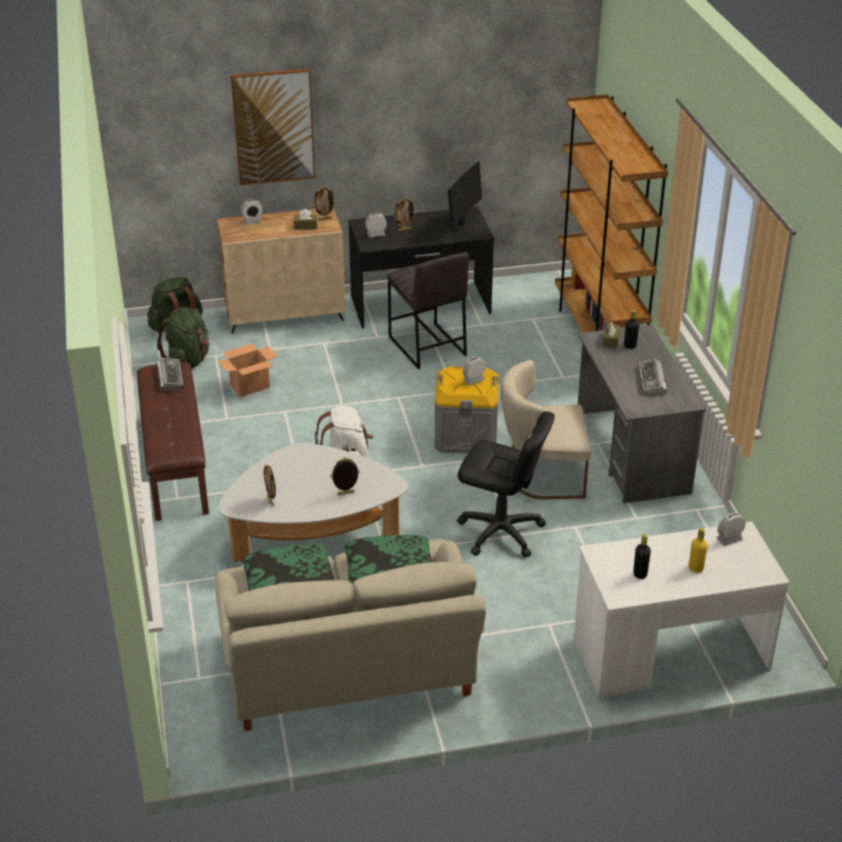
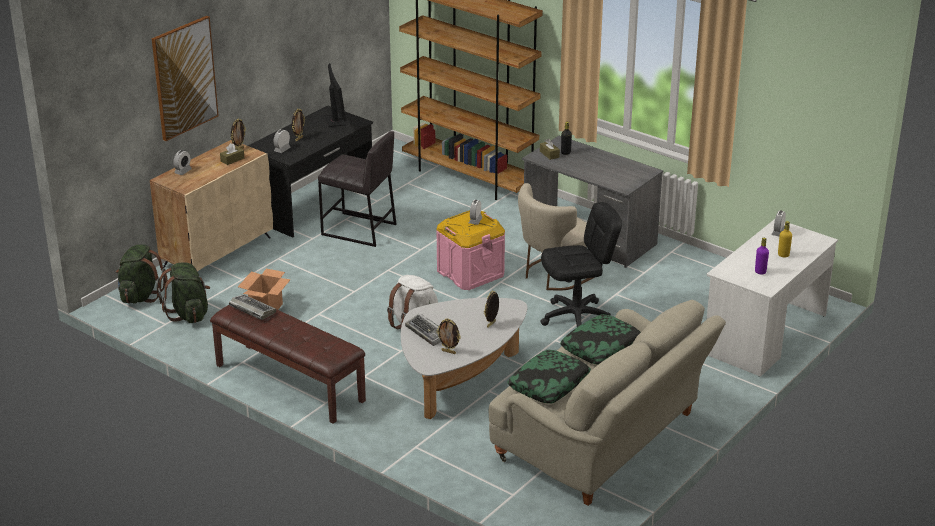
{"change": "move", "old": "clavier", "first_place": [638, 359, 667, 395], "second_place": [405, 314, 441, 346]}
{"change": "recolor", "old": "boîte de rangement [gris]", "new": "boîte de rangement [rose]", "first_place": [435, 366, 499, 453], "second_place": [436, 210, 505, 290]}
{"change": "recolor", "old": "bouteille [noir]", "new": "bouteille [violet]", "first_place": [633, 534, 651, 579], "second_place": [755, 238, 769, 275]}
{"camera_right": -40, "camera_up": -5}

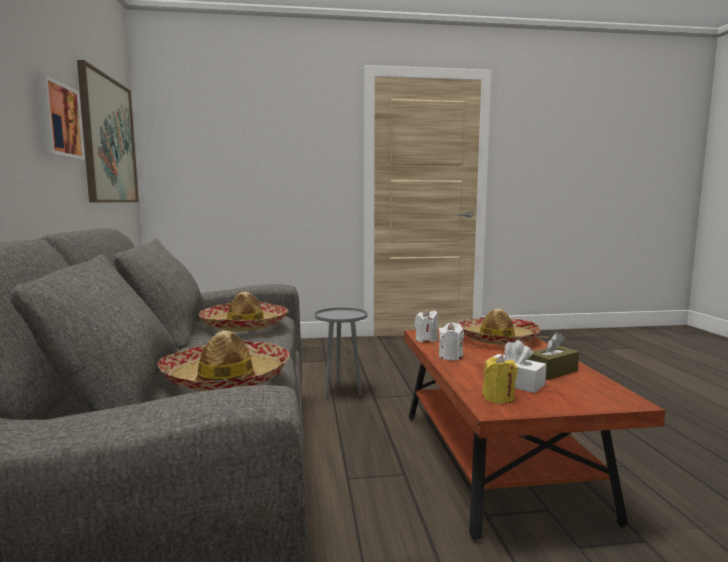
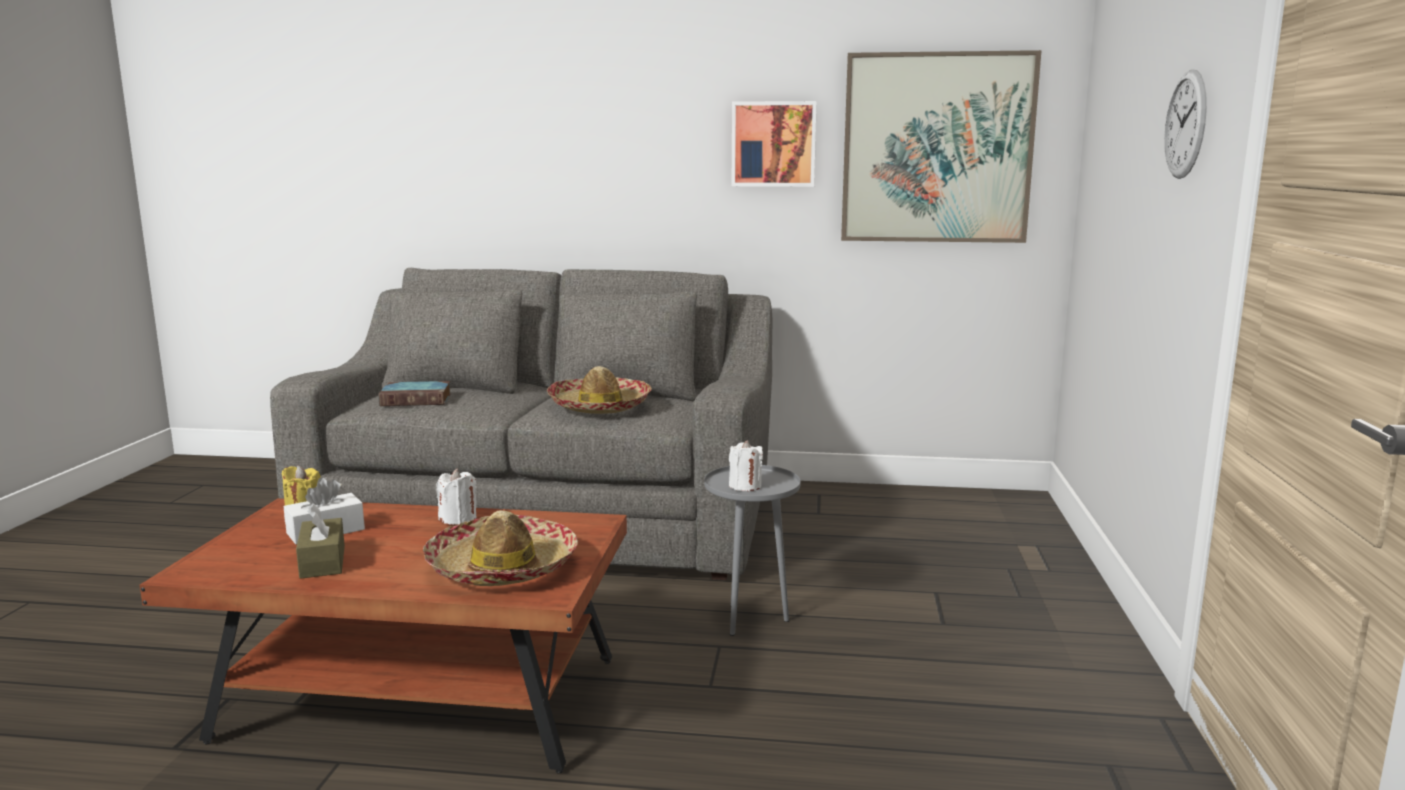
{"change": "insert", "new": "horloge murale", "second_place": [1164, 69, 1207, 179]}
{"change": "move", "old": "bougie [blanc]", "first_place": [414, 309, 438, 343], "second_place": [729, 440, 763, 491]}
{"change": "replace", "old": "chapeau", "new": "livre", "first_place": [157, 331, 290, 391], "second_place": [378, 381, 451, 406]}
{"camera_right": 105, "camera_up": 5}

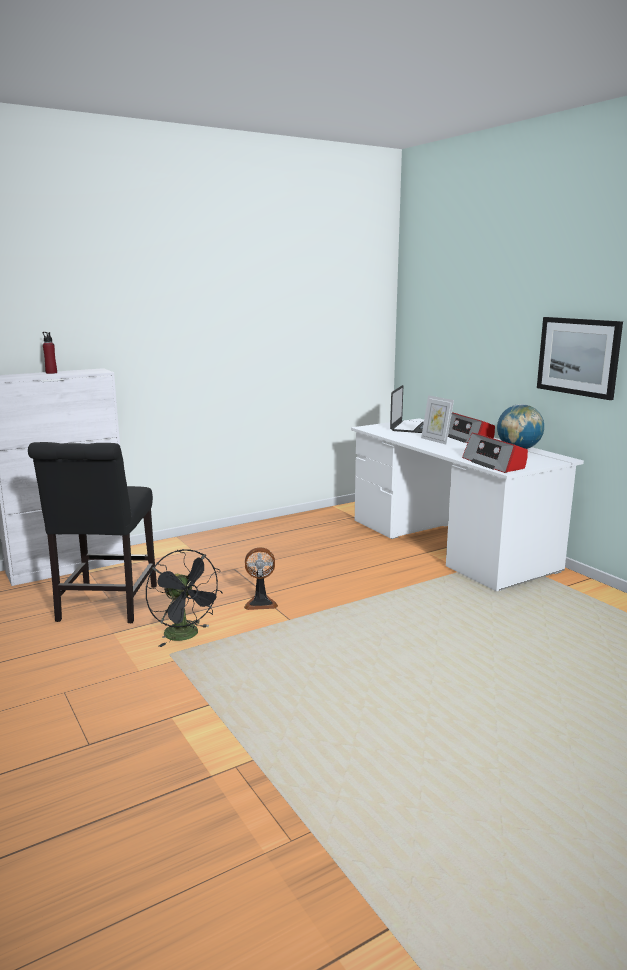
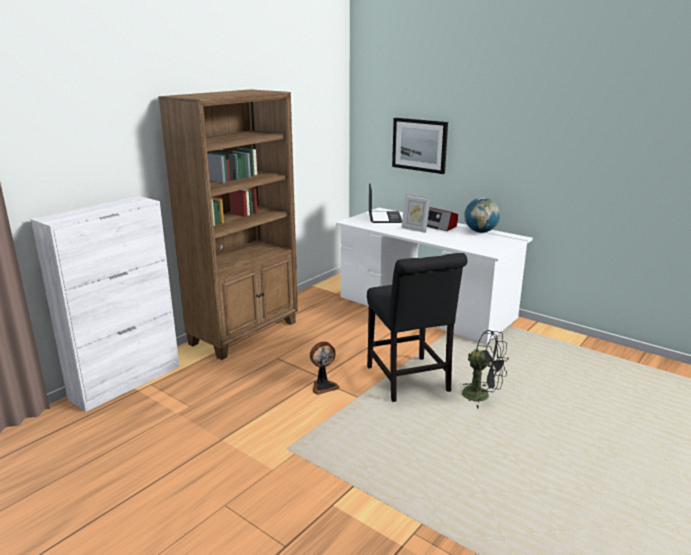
{"change": "delete", "old": "bouteille [rouge]", "first_place": [43, 332, 57, 374]}
{"change": "delete", "old": "radio", "first_place": [462, 433, 528, 473]}
{"change": "insert", "new": "bibliothèque [marron]", "second_place": [158, 89, 298, 360]}
{"change": "move", "old": "chaise [noir]", "first_place": [28, 442, 157, 623], "second_place": [367, 253, 468, 402]}
{"change": "move", "old": "ventilateur [noir]", "first_place": [146, 549, 223, 647], "second_place": [459, 330, 509, 409]}
{"change": "move", "old": "tableau", "first_place": [537, 317, 623, 400], "second_place": [392, 118, 448, 174]}
{"camera_right": -20, "camera_up": 5}

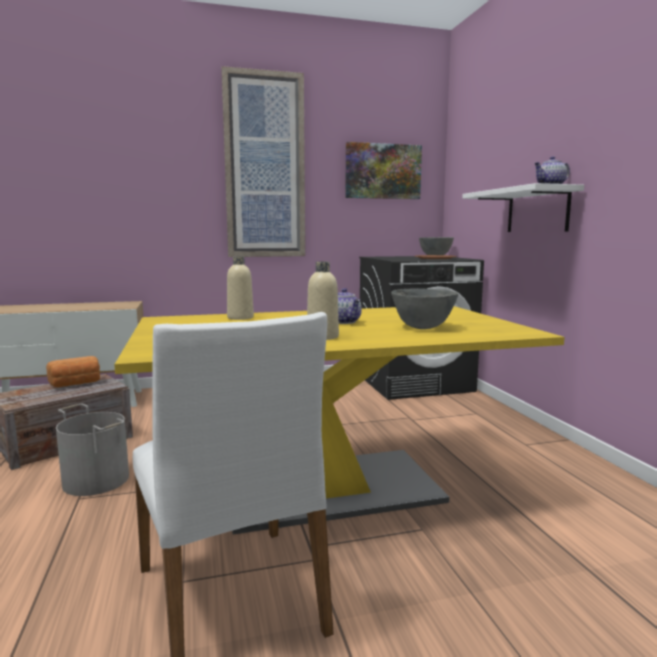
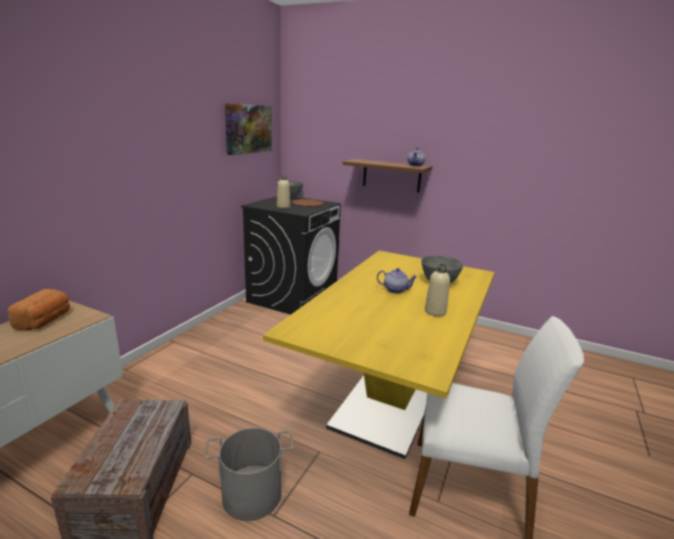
{"change": "delete", "old": "tableau", "first_place": [221, 66, 305, 257]}
{"change": "move", "old": "pain", "first_place": [46, 356, 100, 387], "second_place": [8, 289, 70, 330]}
{"change": "move", "old": "bouteille [beige]", "first_place": [227, 256, 254, 320], "second_place": [277, 175, 290, 208]}
{"change": "recolor", "old": "étagère [blanc]", "new": "étagère [marron]", "first_place": [462, 183, 584, 232], "second_place": [343, 159, 433, 193]}
{"camera_right": -50, "camera_up": 10}

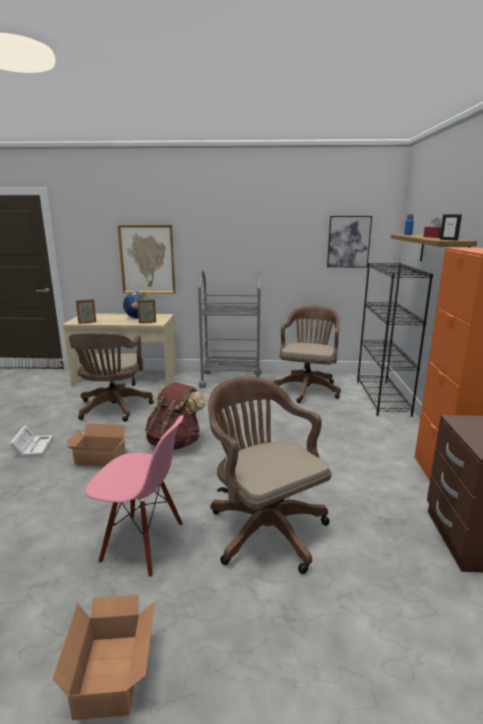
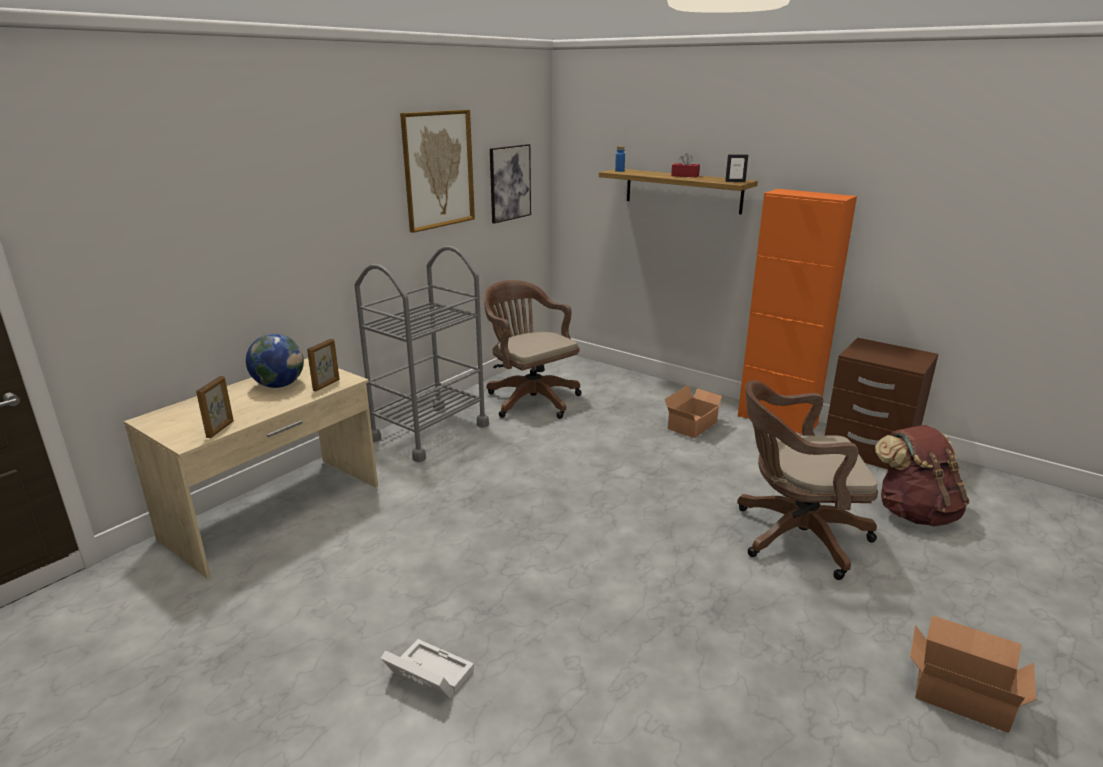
{"change": "delete", "old": "chaise de bureau [marron]", "first_place": [69, 333, 154, 422]}
{"change": "delete", "old": "chaise [rose]", "first_place": [85, 415, 184, 577]}
{"change": "delete", "old": "bibliothèque [noir]", "first_place": [357, 263, 433, 417]}
{"change": "move", "old": "carton", "first_place": [67, 423, 130, 467], "second_place": [665, 385, 728, 438]}
{"change": "move", "old": "tableau", "first_place": [117, 225, 175, 293], "second_place": [400, 110, 475, 233]}
{"change": "move", "old": "sac à dos [marron]", "first_place": [145, 382, 207, 450], "second_place": [875, 425, 969, 527]}
{"camera_right": -55, "camera_up": 5}

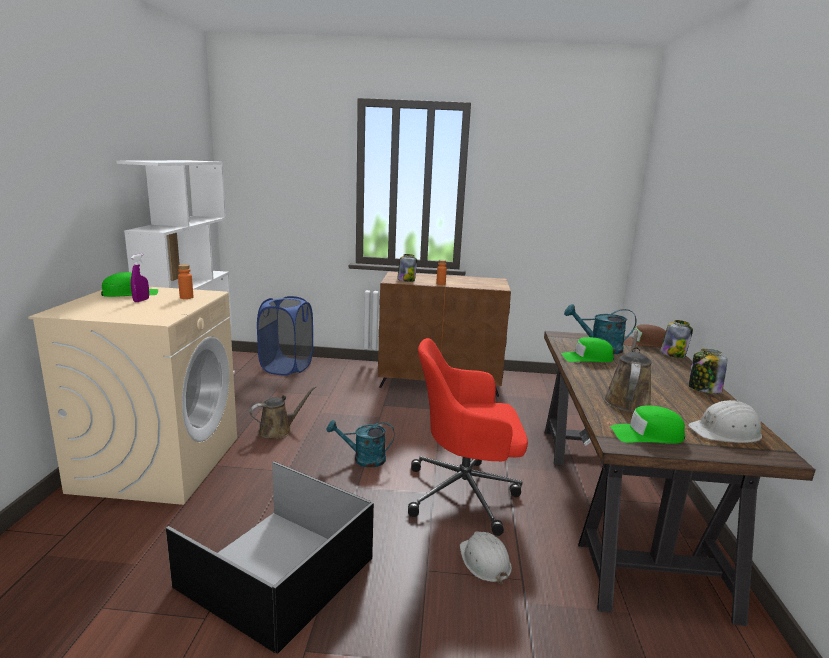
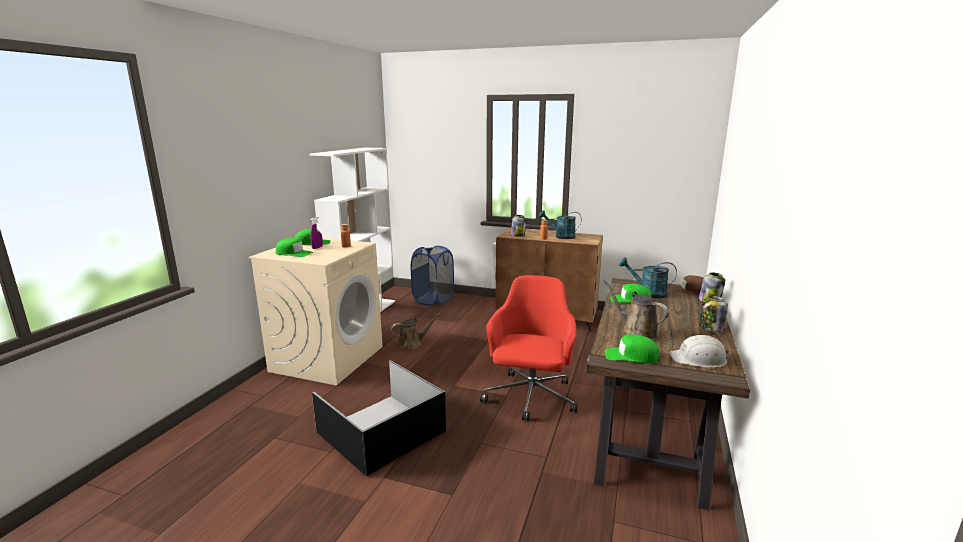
{"change": "delete", "old": "casque de chantier [blanc]", "first_place": [460, 531, 512, 584]}
{"change": "insert", "new": "casquette [vert]", "second_place": [275, 238, 314, 257]}
{"change": "move", "old": "arrosoir [turquoise]", "first_place": [327, 420, 394, 468], "second_place": [539, 210, 581, 239]}
{"change": "rotate", "old": "chaise de bureau [rouge]", "first_place": [408, 338, 528, 536], "second_place": [480, 275, 577, 421], "degrees": 90}
{"change": "rotate", "old": "arrosoir [marron]", "first_place": [603, 330, 651, 412], "second_place": [603, 280, 669, 340], "degrees": -75}
{"camera_right": 15, "camera_up": 0}

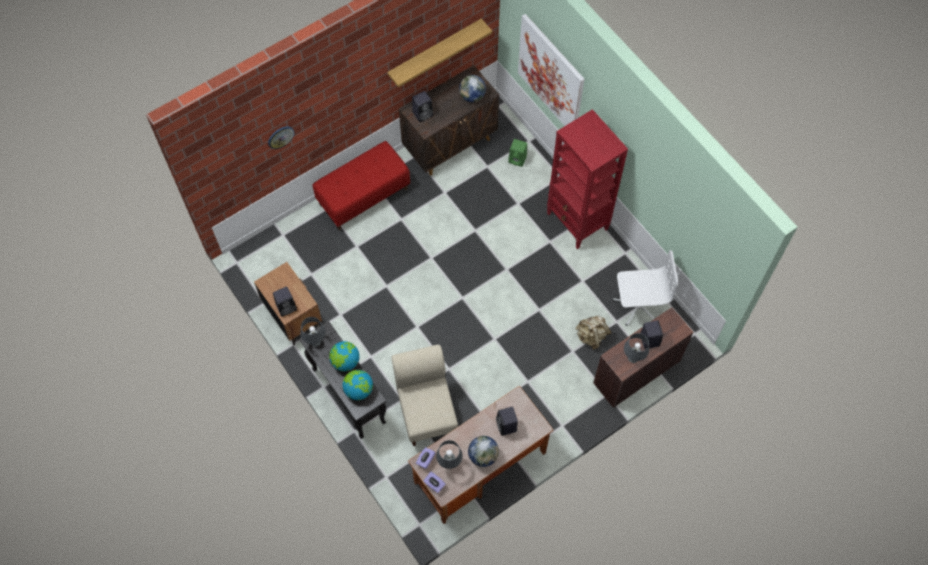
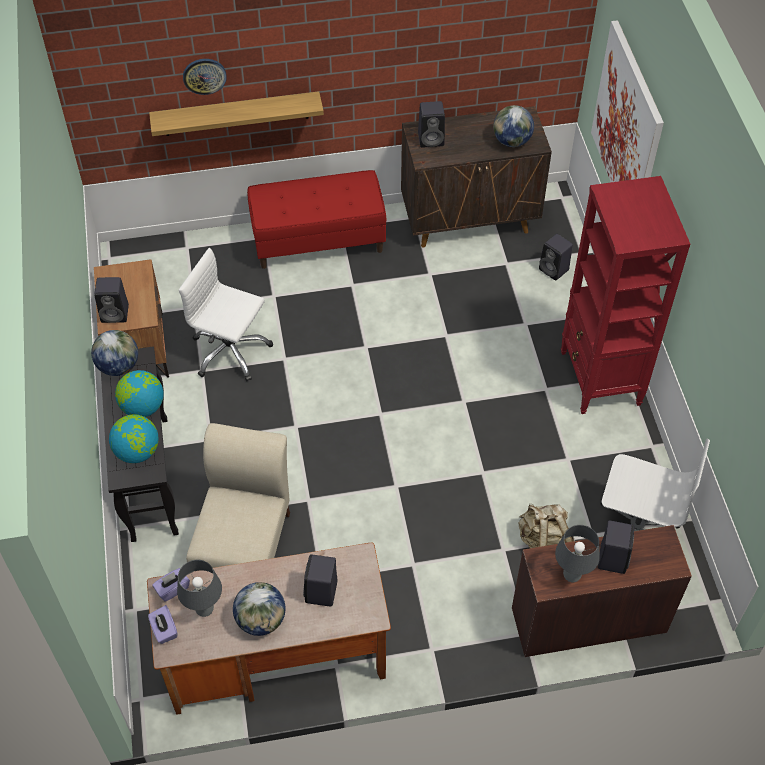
{"change": "insert", "new": "chaise de bureau [blanc]", "second_place": [179, 248, 273, 381]}
{"change": "move", "old": "étagère", "first_place": [387, 19, 492, 87], "second_place": [149, 91, 324, 136]}
{"change": "replace", "old": "lampe de table [gris]", "new": "globe", "first_place": [301, 317, 326, 347], "second_place": [91, 330, 138, 376]}
{"change": "recolor", "old": "enceinte [vert]", "new": "enceinte [noir]", "first_place": [508, 139, 527, 167], "second_place": [539, 234, 573, 281]}
{"camera_right": 25, "camera_up": -10}

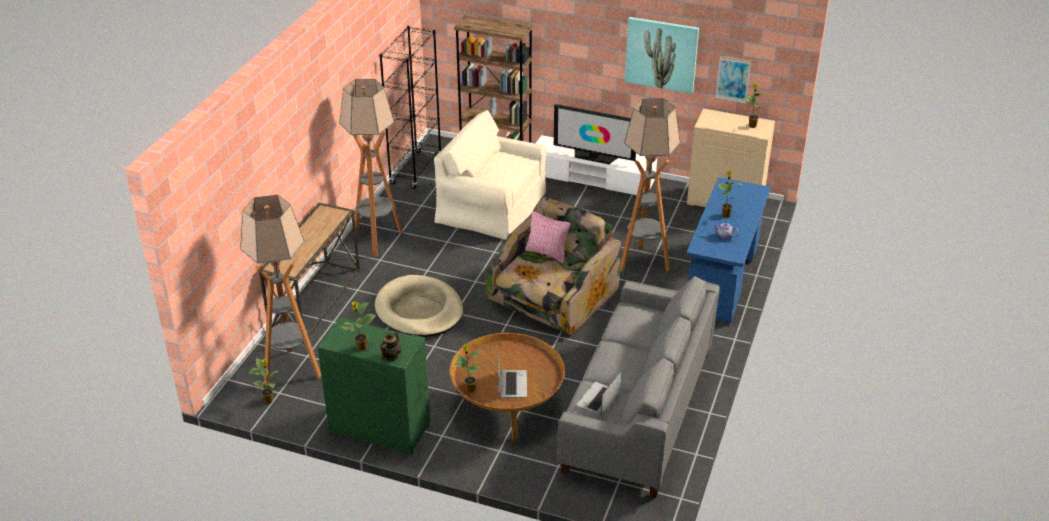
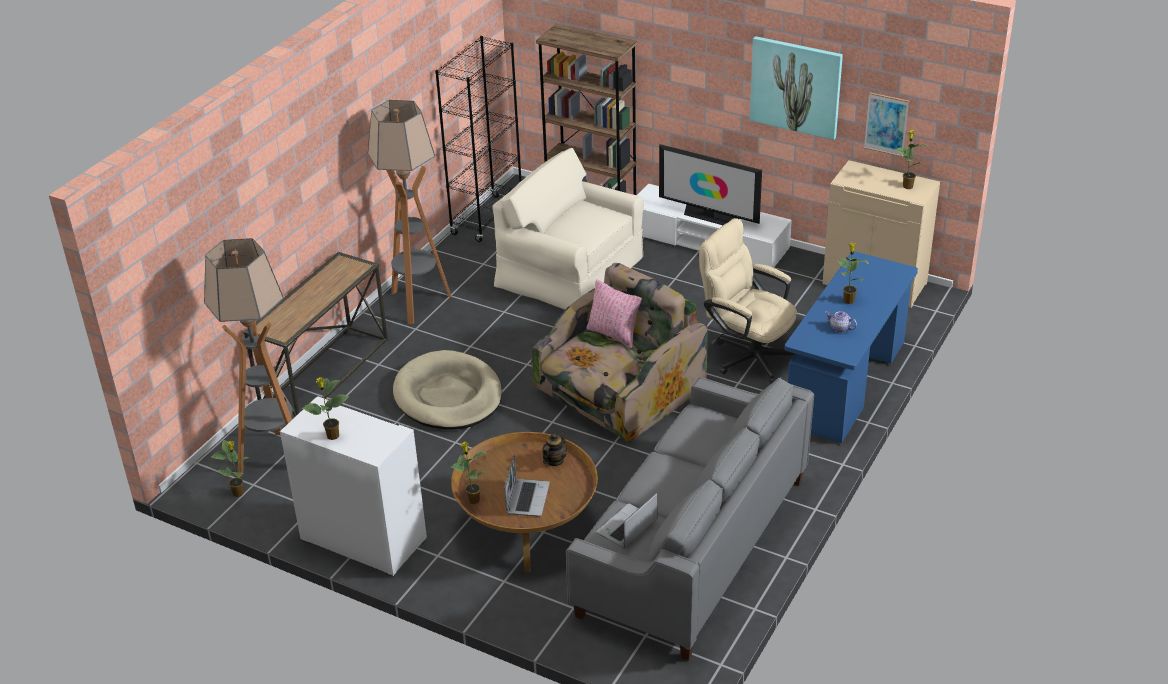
{"change": "move", "old": "théière", "first_place": [380, 331, 402, 361], "second_place": [543, 431, 567, 466]}
{"change": "replace", "old": "lampadaire", "new": "chaise de bureau [beige]", "first_place": [620, 98, 680, 272], "second_place": [699, 218, 797, 384]}
{"change": "recolor", "old": "meuble de rangement [vert]", "new": "meuble de rangement [blanc]", "first_place": [318, 317, 430, 456], "second_place": [280, 396, 427, 577]}
{"camera_right": 10, "camera_up": 0}

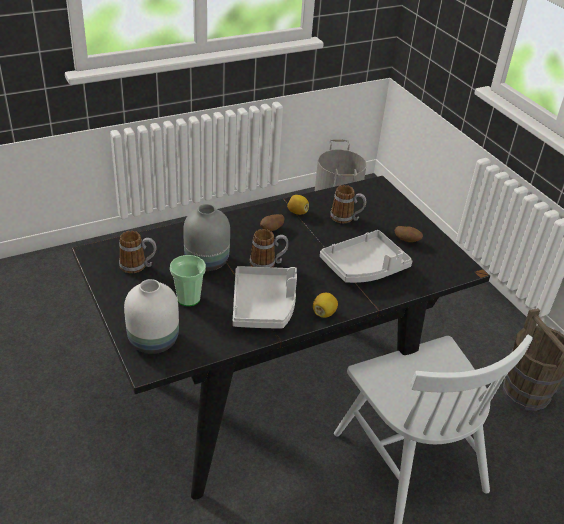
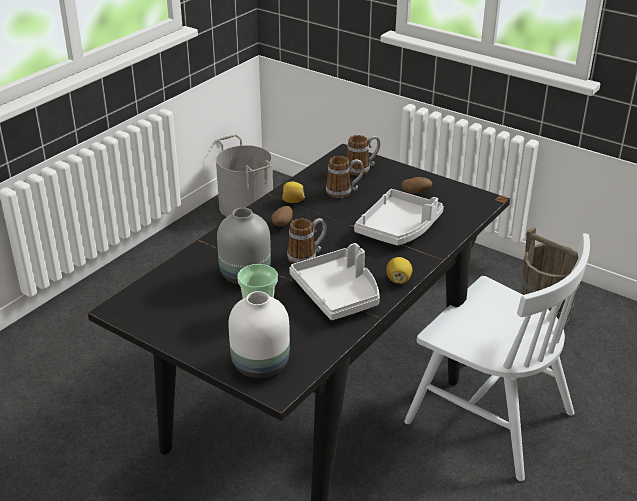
{"change": "move", "old": "mug", "first_place": [119, 231, 157, 273], "second_place": [347, 135, 380, 176]}
{"camera_right": -25, "camera_up": -5}

